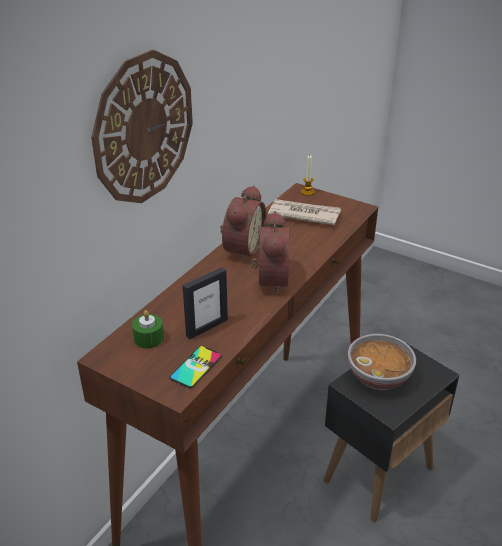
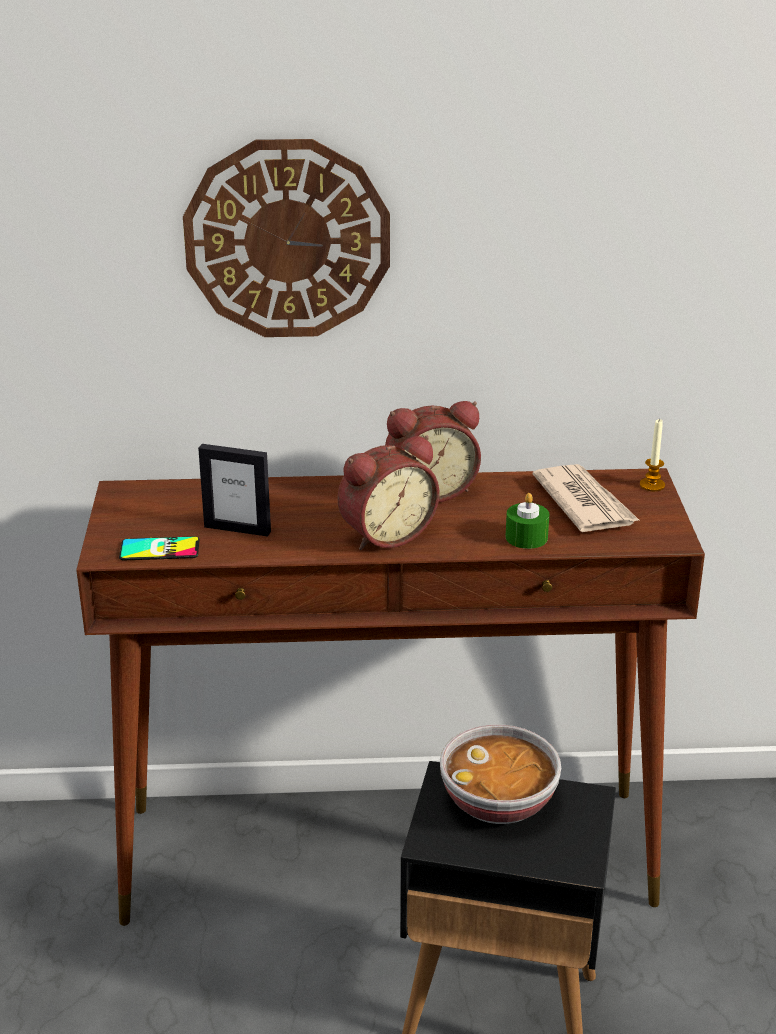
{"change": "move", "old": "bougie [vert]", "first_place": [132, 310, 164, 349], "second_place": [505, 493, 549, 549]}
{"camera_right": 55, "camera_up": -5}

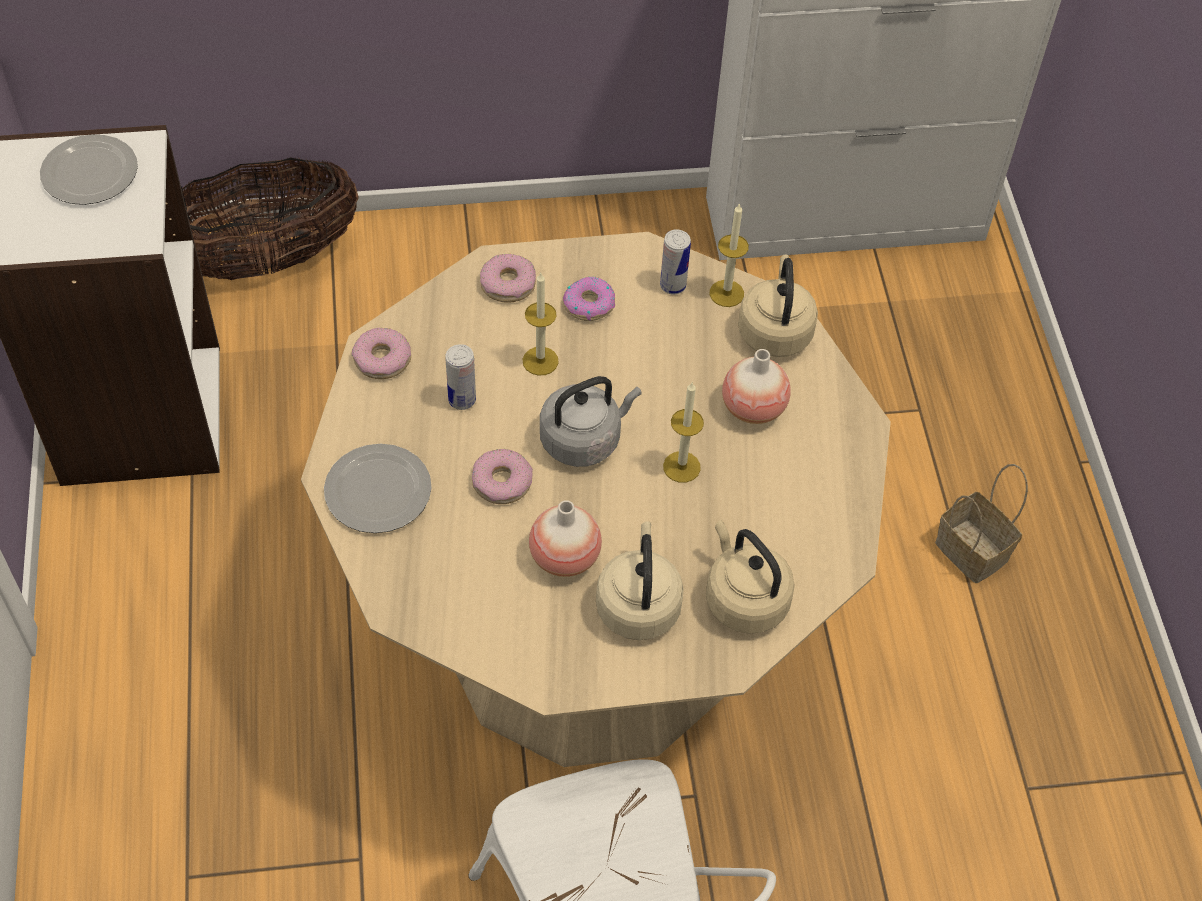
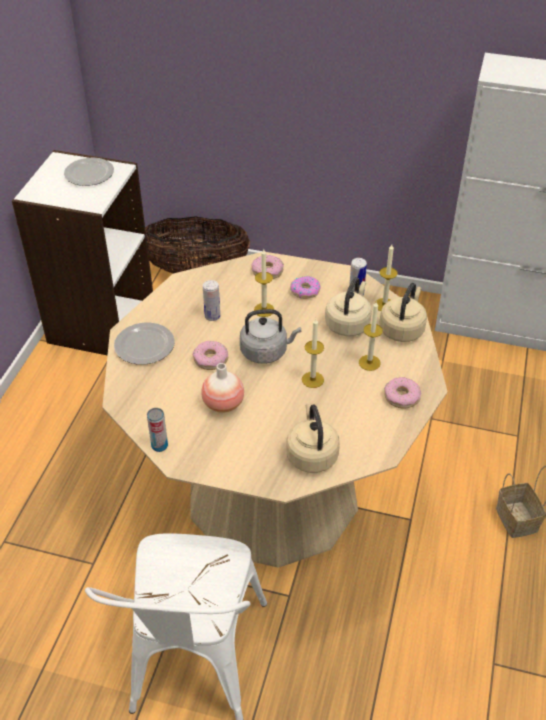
{"change": "insert", "new": "boîte métallique", "second_place": [147, 408, 168, 452]}
{"change": "move", "old": "beignet", "first_place": [352, 328, 411, 379], "second_place": [384, 377, 421, 409]}
{"change": "move", "old": "bouilloire [beige]", "first_place": [596, 521, 684, 640], "second_place": [325, 277, 372, 336]}
{"change": "replace", "old": "vase", "new": "bougie", "first_place": [722, 349, 791, 424], "second_place": [359, 302, 383, 371]}
{"camera_right": 25, "camera_up": -10}

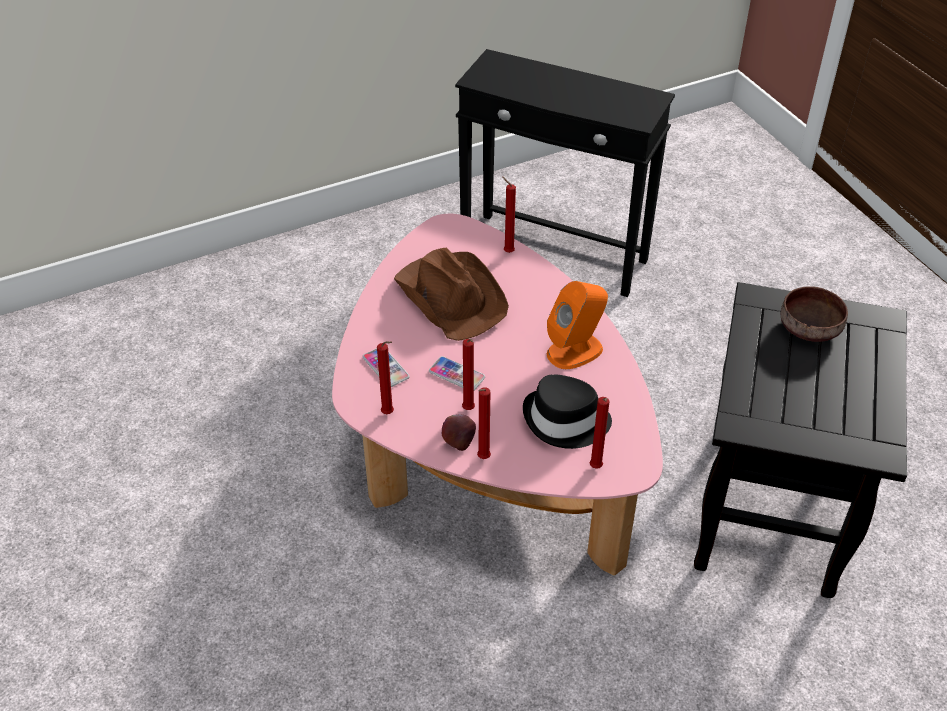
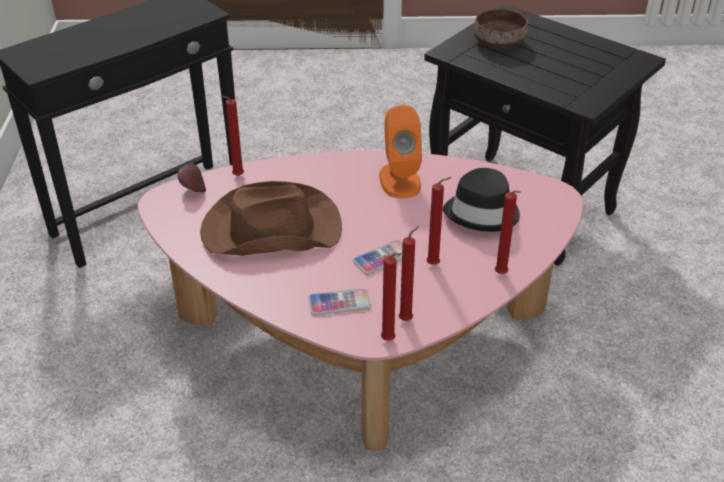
{"change": "move", "old": "pomme", "first_place": [442, 414, 476, 451], "second_place": [178, 164, 206, 193]}
{"change": "move", "old": "bougie [rouge]", "first_place": [590, 397, 610, 469], "second_place": [381, 253, 403, 341]}
{"camera_right": -65, "camera_up": -5}

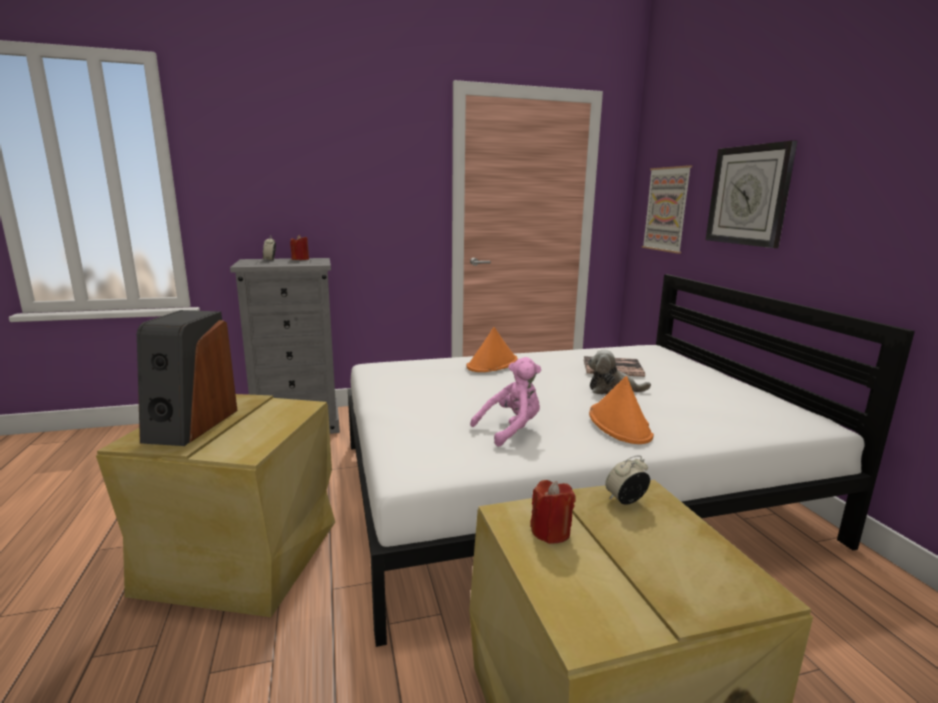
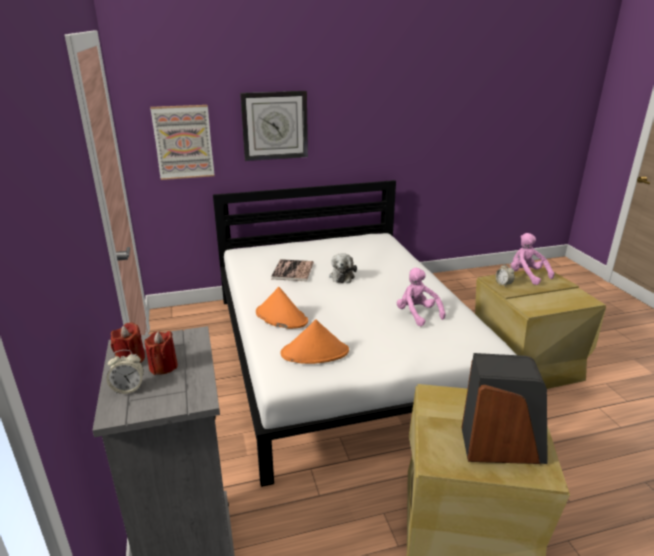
{"change": "insert", "new": "peluche [rose]", "second_place": [510, 233, 555, 285]}
{"change": "move", "old": "bougie [rouge]", "first_place": [530, 480, 576, 544], "second_place": [145, 331, 178, 375]}
{"change": "move", "old": "chapeau [orange]", "first_place": [589, 376, 654, 444], "second_place": [281, 319, 349, 364]}
{"camera_right": -90, "camera_up": 10}

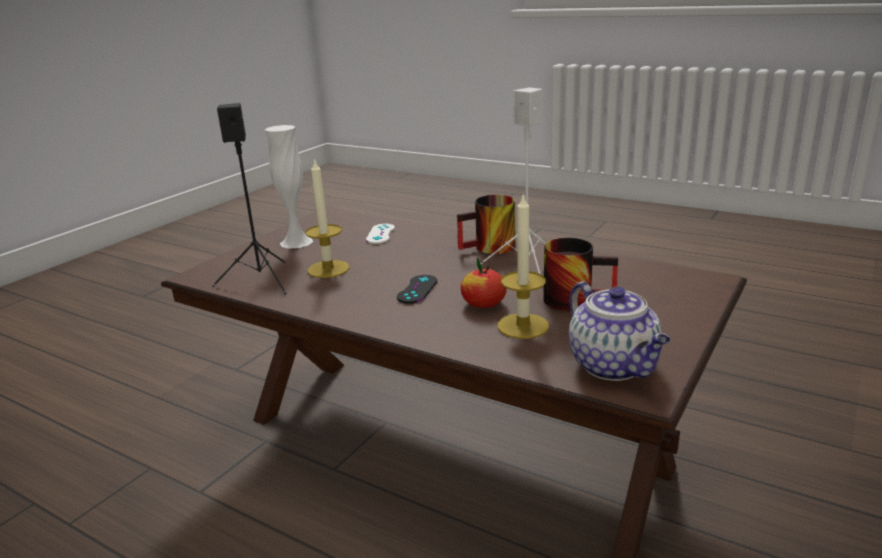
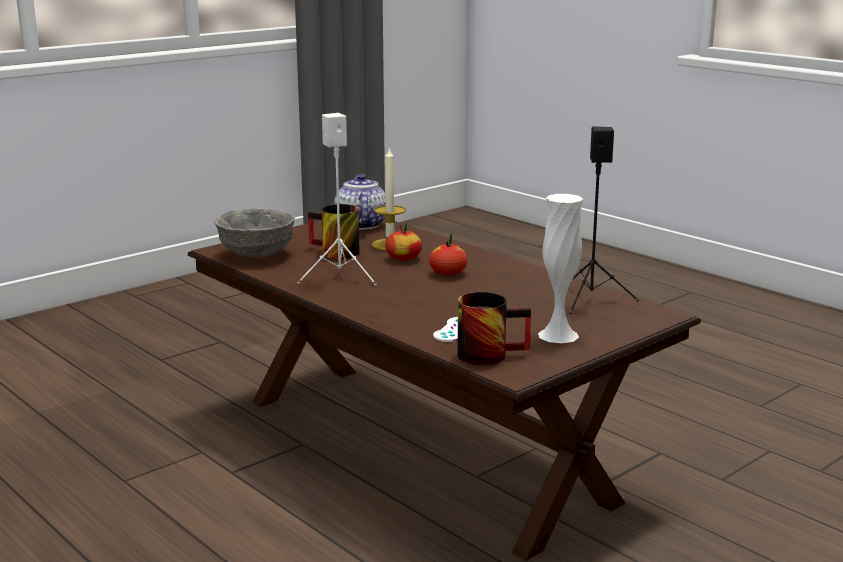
{"change": "delete", "old": "bougie", "first_place": [305, 158, 349, 278]}
{"change": "insert", "new": "bol [gris]", "second_place": [215, 209, 295, 257]}
{"change": "move", "old": "mug", "first_place": [457, 195, 515, 254], "second_place": [457, 292, 531, 365]}
{"change": "replace", "old": "manette [noir]", "new": "pomme", "first_place": [397, 275, 437, 304], "second_place": [429, 234, 467, 276]}
{"camera_right": -165, "camera_up": -5}

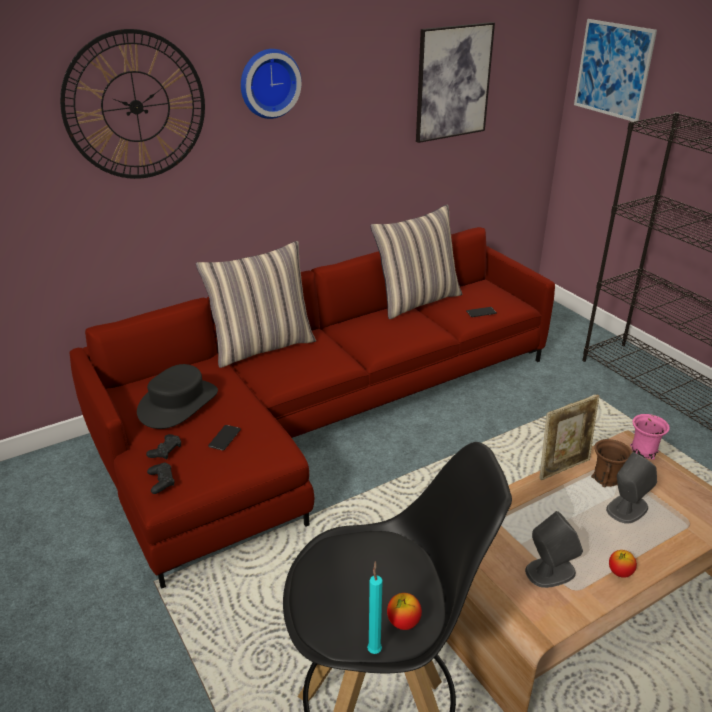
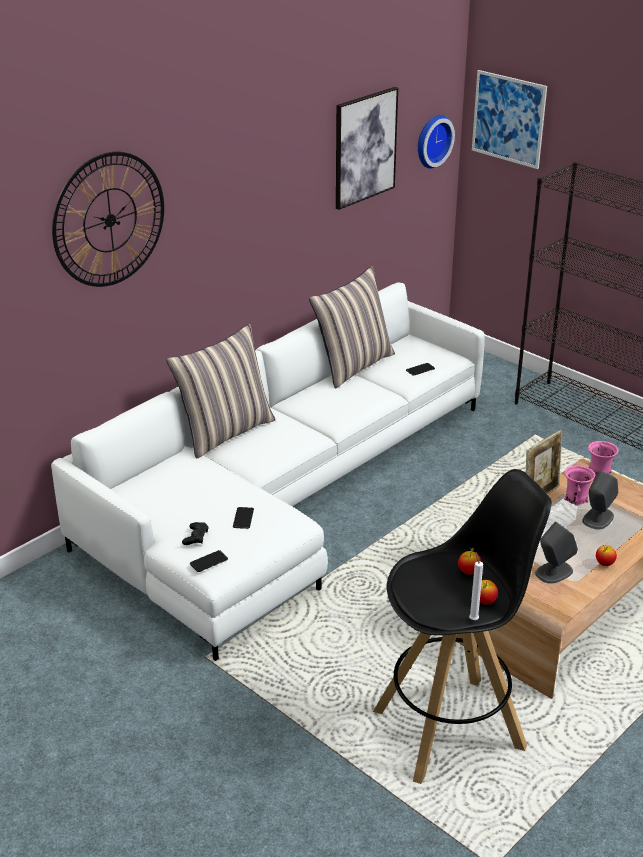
{"change": "delete", "old": "chapeau [noir]", "first_place": [137, 364, 218, 429]}
{"change": "insert", "new": "pomme", "second_place": [458, 548, 481, 575]}
{"change": "move", "old": "horloge murale", "first_place": [241, 49, 302, 119], "second_place": [418, 115, 455, 169]}
{"change": "replace", "old": "manette [noir]", "new": "téléphone", "first_place": [147, 463, 175, 494], "second_place": [190, 550, 228, 572]}
{"change": "recolor", "old": "canapé [rouge]", "new": "canapé [blanc]", "first_place": [70, 227, 555, 589], "second_place": [51, 283, 485, 661]}
{"change": "recolor", "old": "bougie [turquoise]", "new": "bougie [blanc]", "first_place": [367, 561, 383, 654], "second_place": [469, 552, 483, 620]}
{"change": "recolor", "old": "mug [marron]", "new": "mug [rose]", "first_place": [591, 439, 632, 487], "second_place": [564, 465, 596, 506]}
{"camera_right": -15, "camera_up": 0}

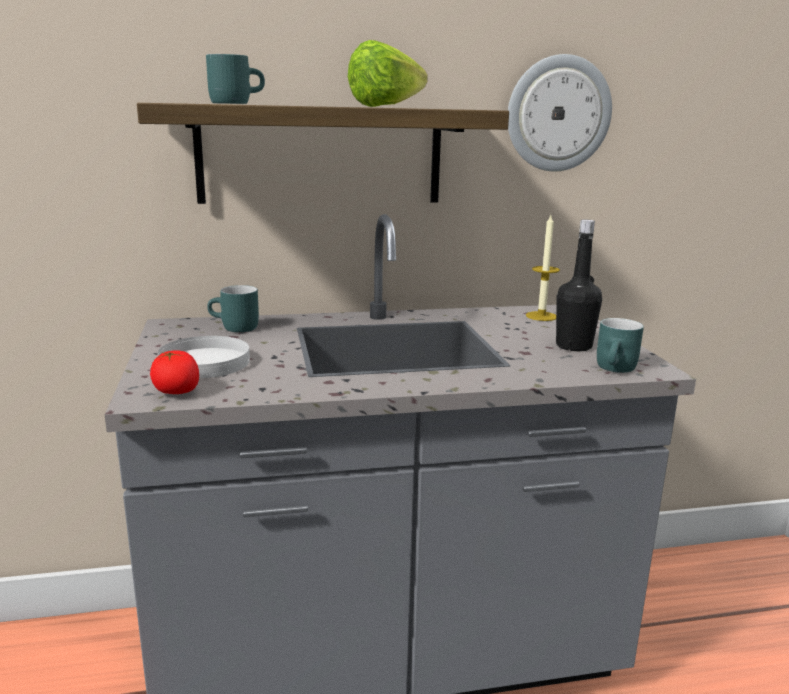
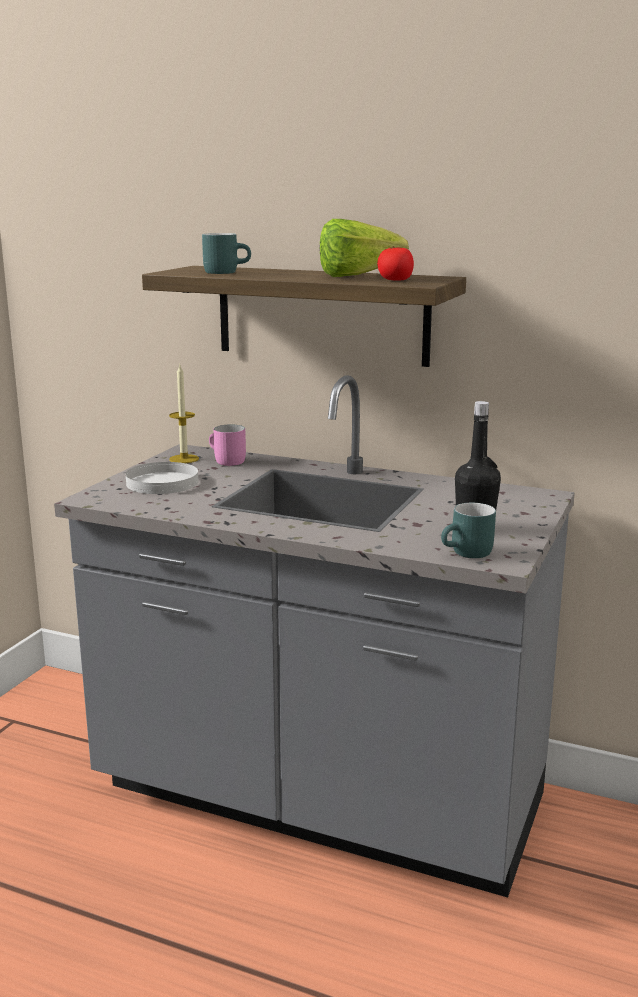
{"change": "delete", "old": "horloge murale", "first_place": [508, 54, 612, 172]}
{"change": "move", "old": "tomate", "first_place": [150, 350, 199, 394], "second_place": [377, 246, 414, 280]}
{"change": "move", "old": "bougie", "first_place": [526, 215, 560, 321], "second_place": [169, 365, 199, 463]}
{"change": "recolor", "old": "mug [turquoise]", "new": "mug [rose]", "first_place": [207, 285, 259, 332], "second_place": [209, 424, 246, 466]}
{"camera_right": 35, "camera_up": 0}

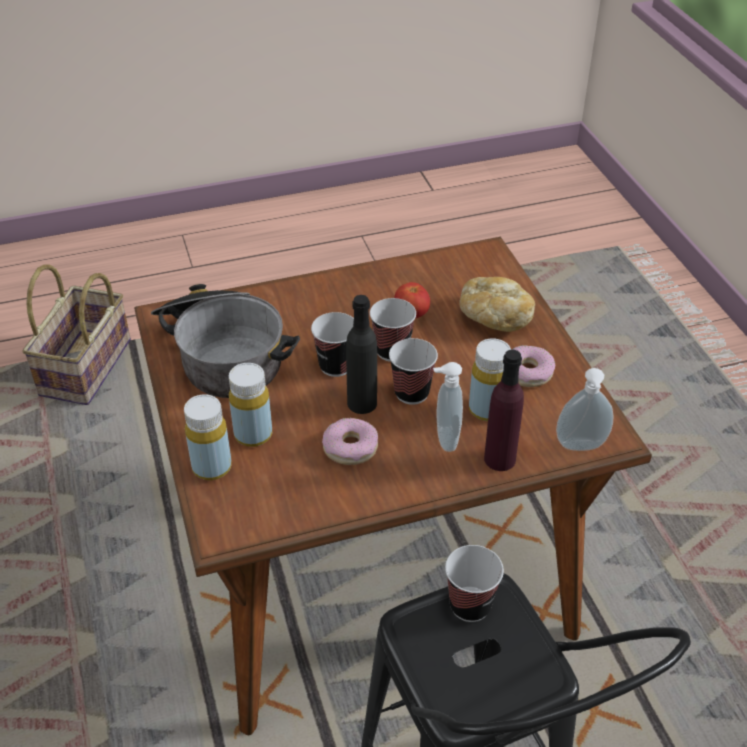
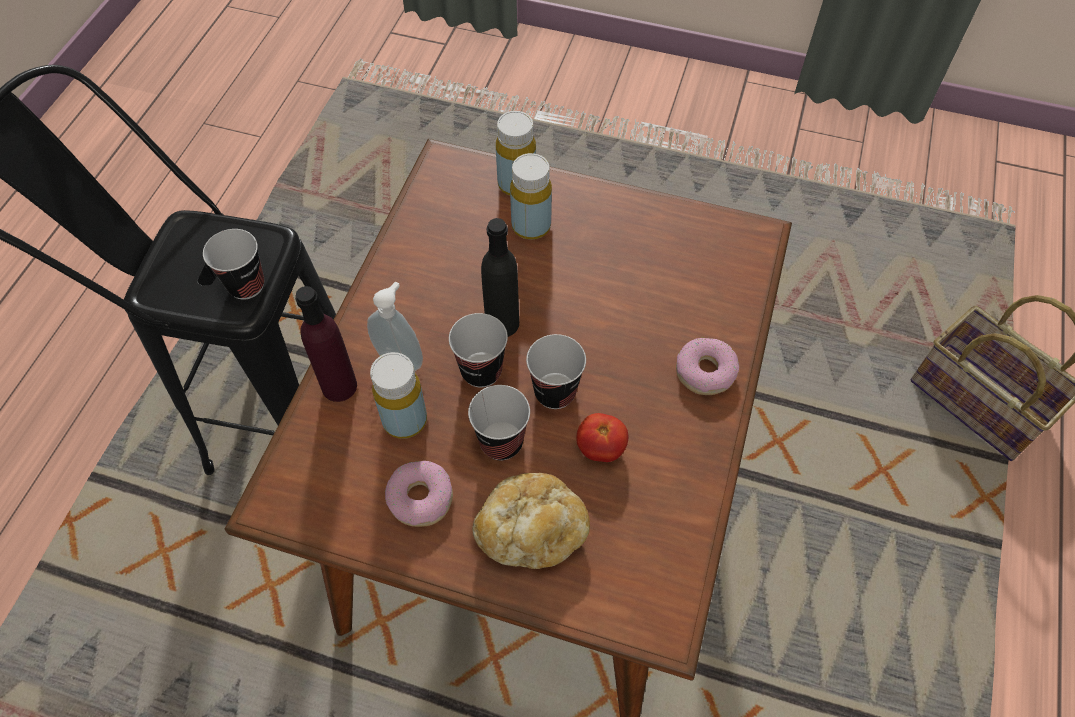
{"change": "delete", "old": "marmite", "first_place": [151, 284, 300, 398]}
{"change": "delete", "old": "distributeur de savon", "first_place": [556, 368, 614, 451]}
{"change": "move", "old": "tasse", "first_place": [311, 312, 354, 377], "second_place": [468, 385, 530, 460]}
{"change": "move", "old": "beignet", "first_place": [322, 418, 378, 465], "second_place": [676, 338, 739, 395]}
{"camera_right": 125, "camera_up": 15}

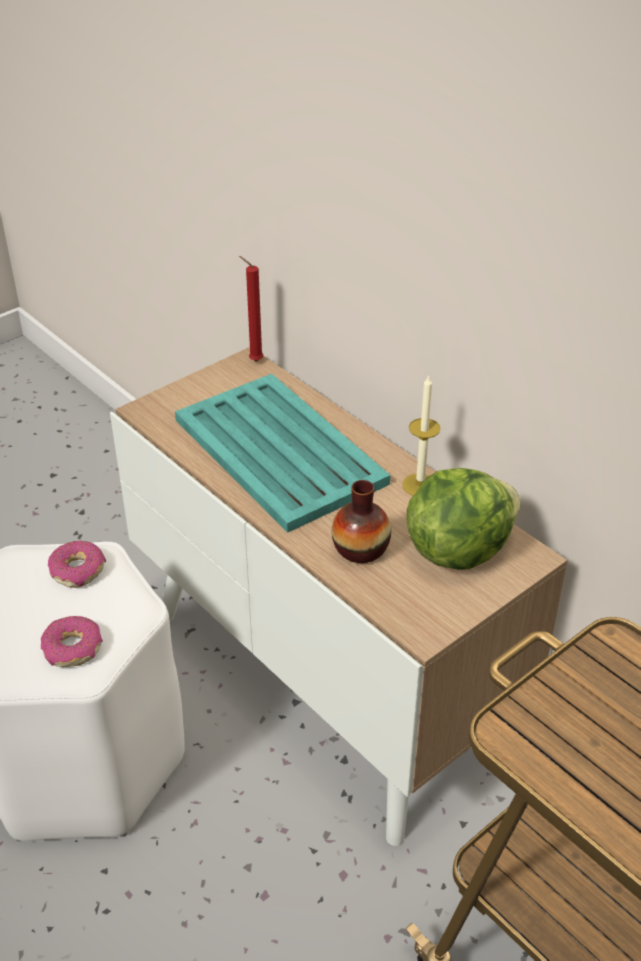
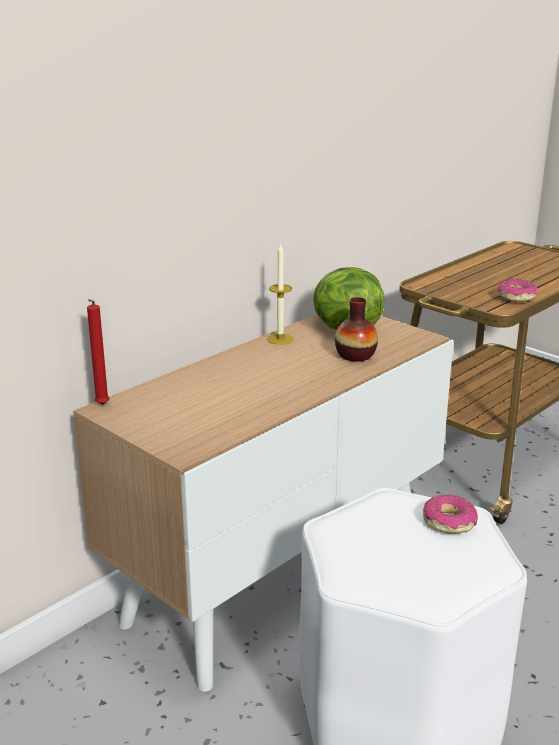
{"change": "delete", "old": "plateau [turquoise]", "first_place": [175, 374, 390, 533]}
{"change": "move", "old": "beignet", "first_place": [48, 541, 106, 588], "second_place": [498, 279, 538, 302]}
{"camera_right": -95, "camera_up": -15}

